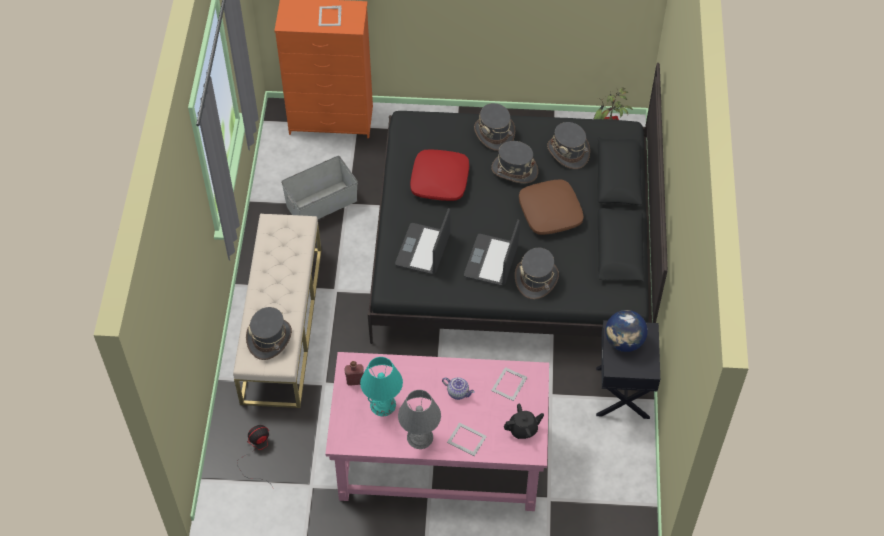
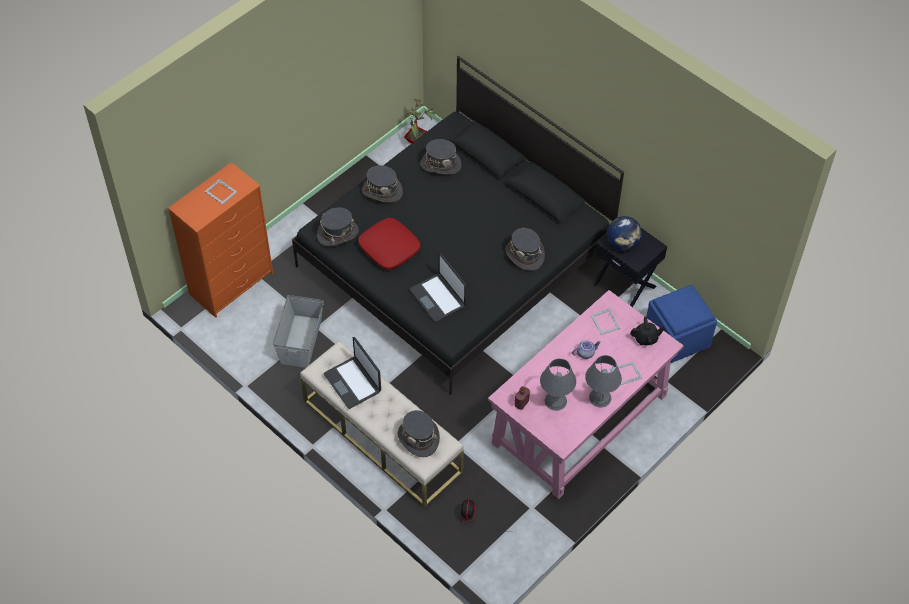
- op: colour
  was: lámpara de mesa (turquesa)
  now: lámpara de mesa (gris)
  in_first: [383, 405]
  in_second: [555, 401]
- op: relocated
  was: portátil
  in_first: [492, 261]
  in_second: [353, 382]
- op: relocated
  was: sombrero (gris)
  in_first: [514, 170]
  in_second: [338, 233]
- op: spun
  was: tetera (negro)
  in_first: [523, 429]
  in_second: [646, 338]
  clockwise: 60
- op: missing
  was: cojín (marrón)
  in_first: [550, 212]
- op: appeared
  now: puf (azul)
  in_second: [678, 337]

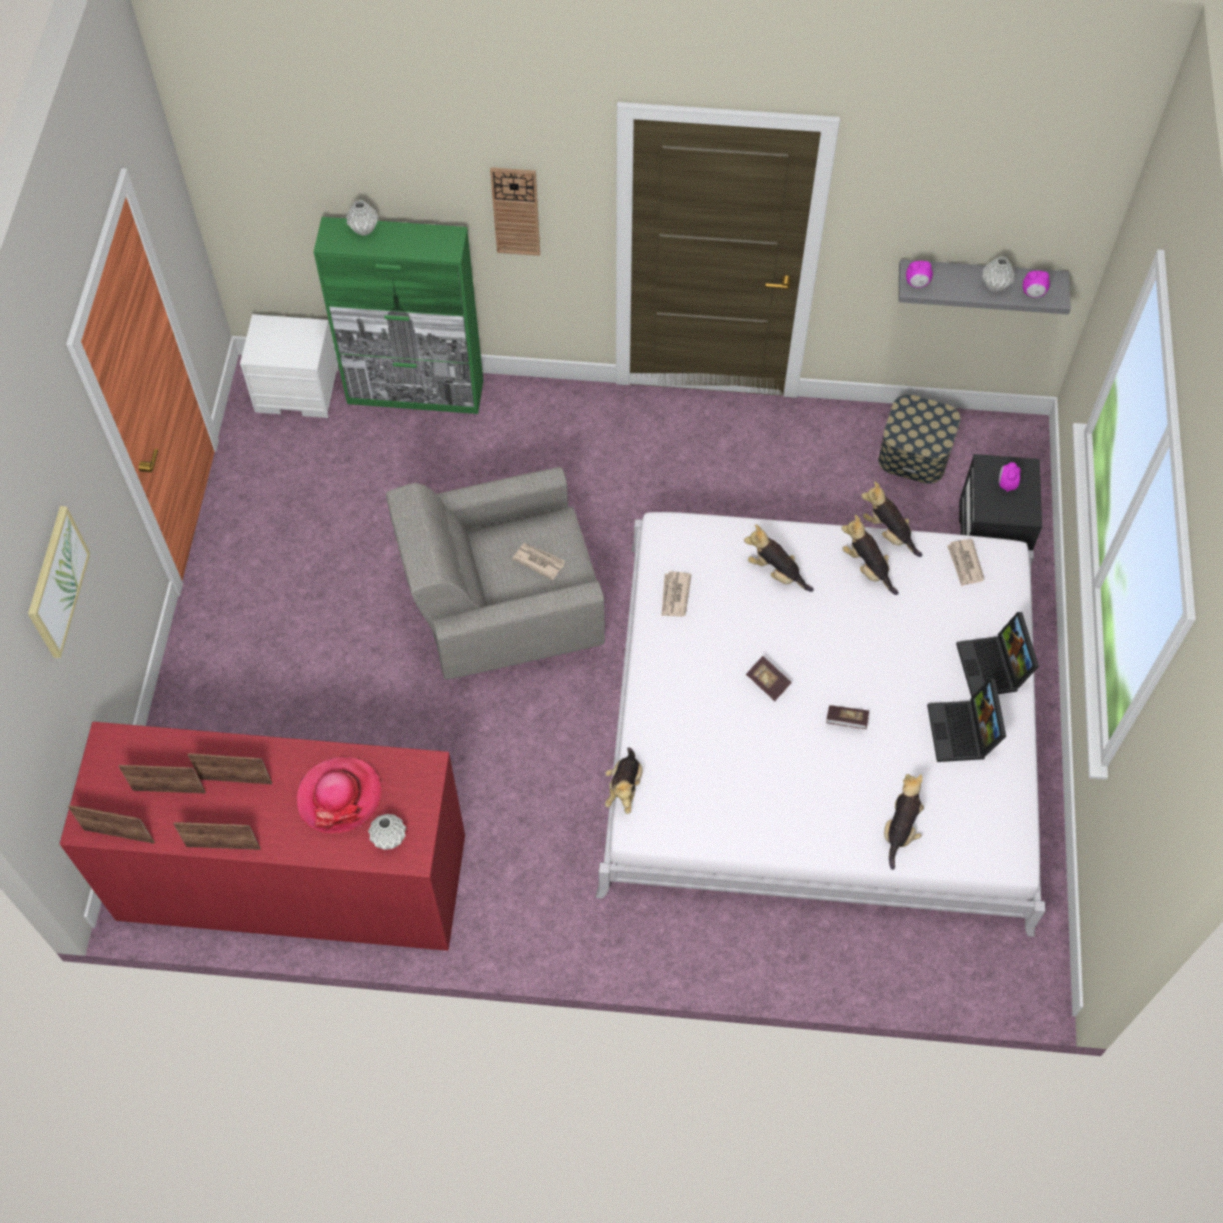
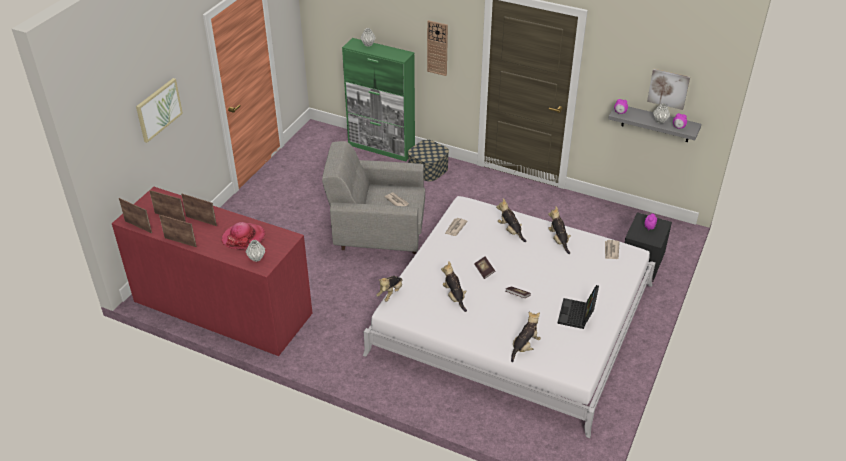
- op: missing
  was: mesita de noche (blanco)
  in_first: [298, 390]
- op: relocated
  was: peluche
  in_first: [888, 533]
  in_second: [454, 297]
- op: relocated
  was: caja de almacenaje
  in_first: [915, 452]
  in_second: [428, 169]
- op: missing
  was: portátil
  in_first: [994, 668]
- op: appeared
  now: cuadro
  in_second: [668, 88]

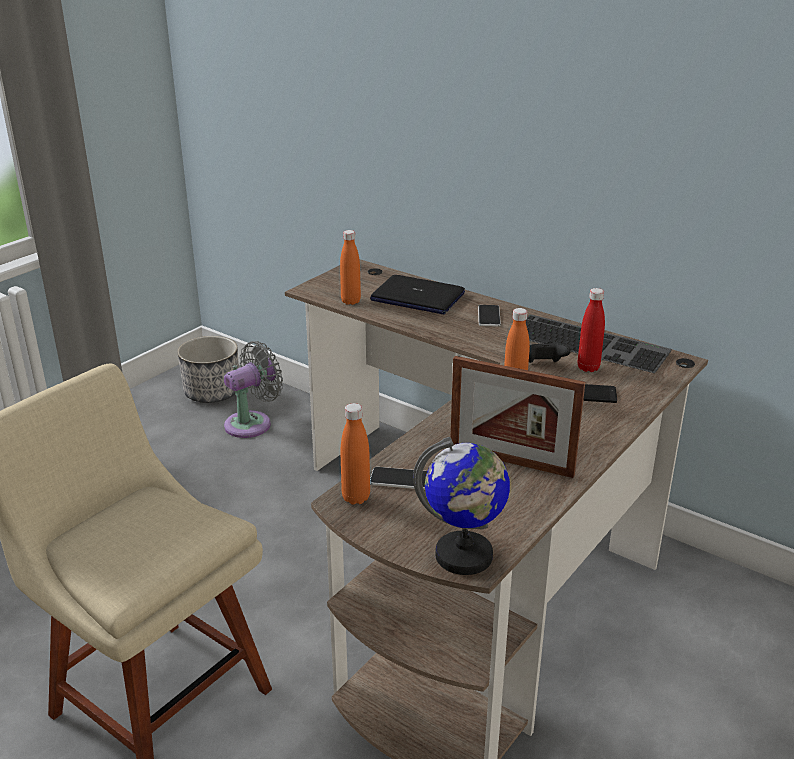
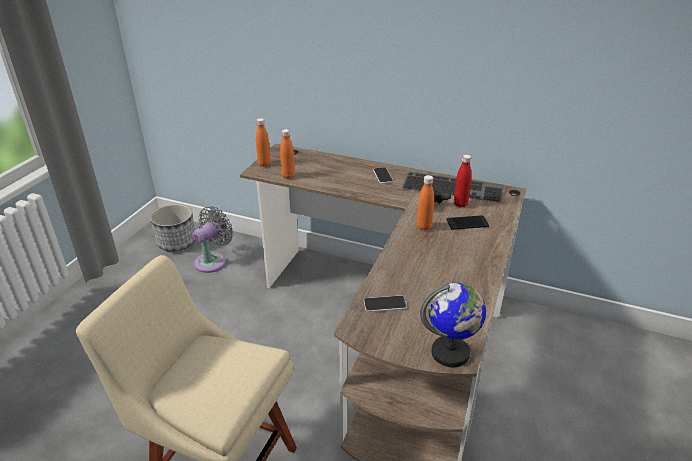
- op: relocated
  was: botella (naranja)
  in_first: [356, 497]
  in_second: [264, 164]
- op: missing
  was: portátil
  in_first: [417, 297]
- op: missing
  was: portarretratos
  in_first: [511, 461]

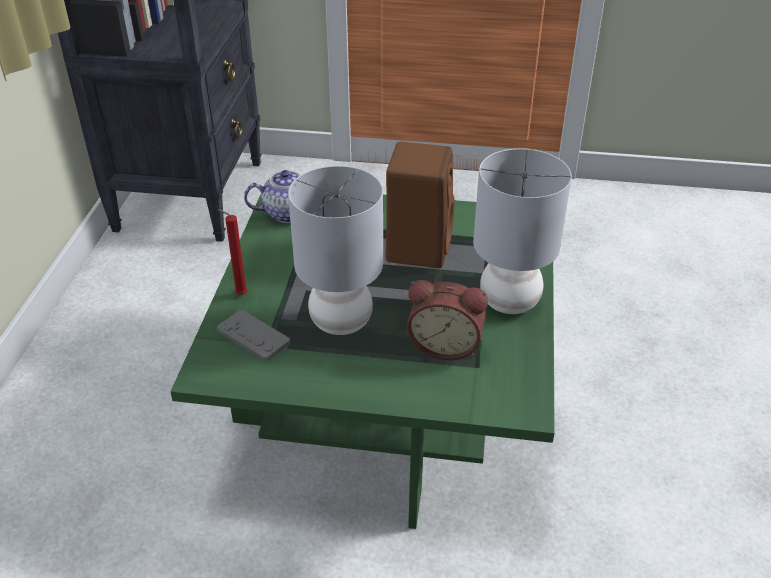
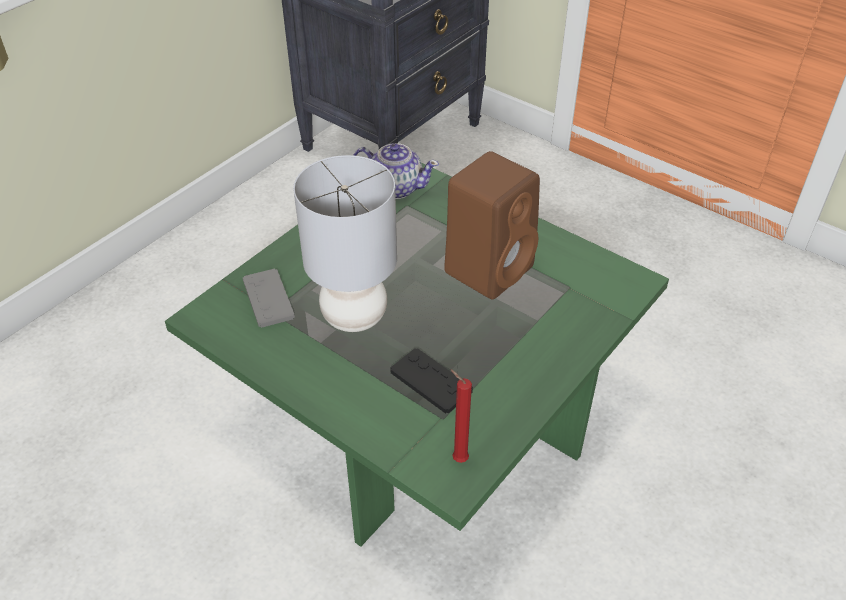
- op: relocated
  was: vela (rojo)
  in_first: [239, 294]
  in_second: [457, 458]
- op: exchanged
  was: despertador
  now: mando de consola (negro)
  in_first: [445, 345]
  in_second: [431, 381]
- op: missing
  was: lámpara de mesa (gris)
  in_first: [508, 301]

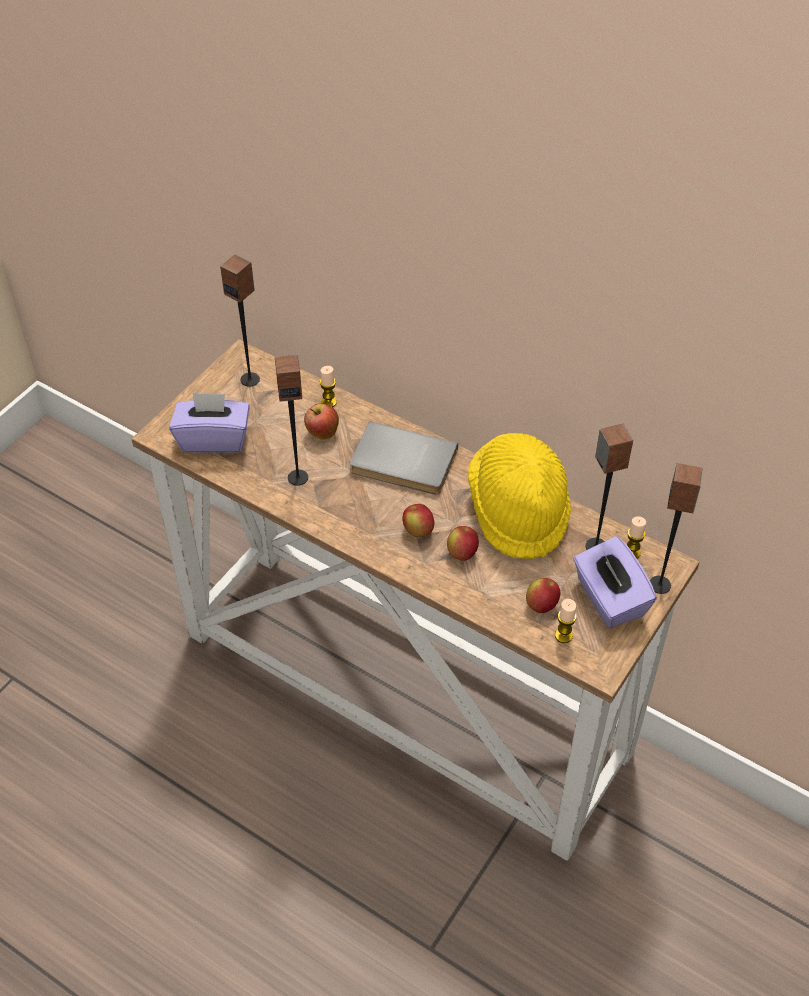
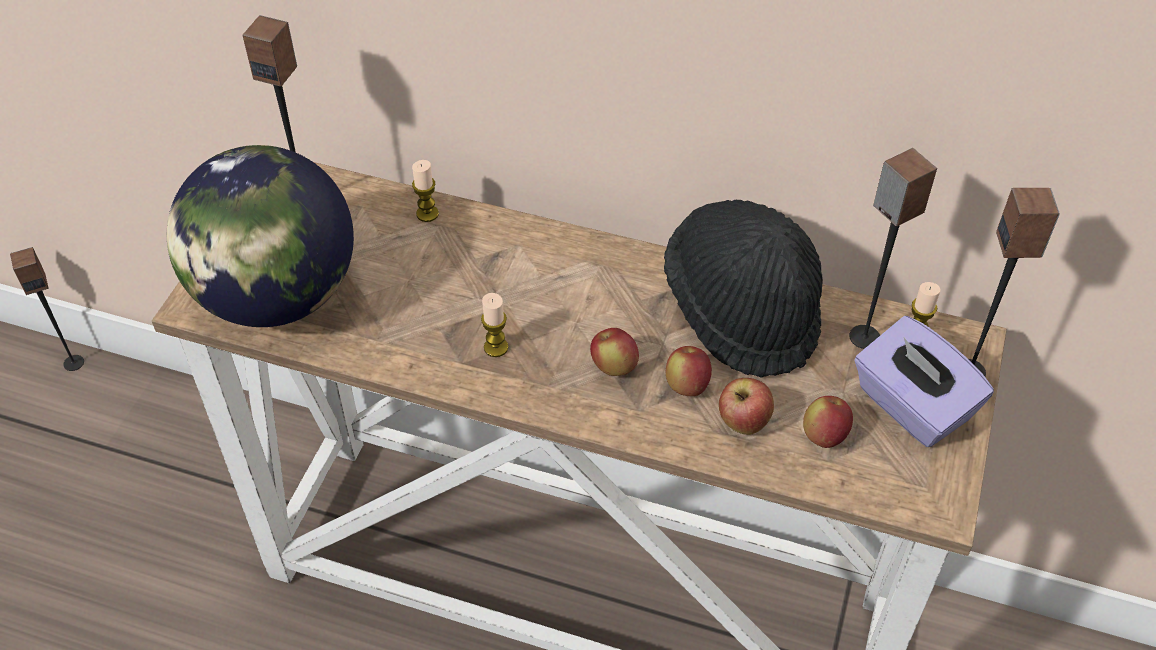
- op: exchanged
  was: caja de pañuelos (morado)
  now: globo terráqueo
  in_first: [214, 439]
  in_second: [276, 296]
- op: relocated
  was: altavoz
  in_first: [298, 477]
  in_second: [73, 362]
- op: relocated
  was: manzana
  in_first: [322, 433]
  in_second: [743, 423]
- op: missing
  was: libro (gris)
  in_first: [402, 463]
- op: colour
  was: sombrero (amarillo)
  now: sombrero (negro)
  in_first: [518, 511]
  in_second: [742, 310]
- op: relocated
  was: vela
  in_first: [563, 635]
  in_second: [496, 347]

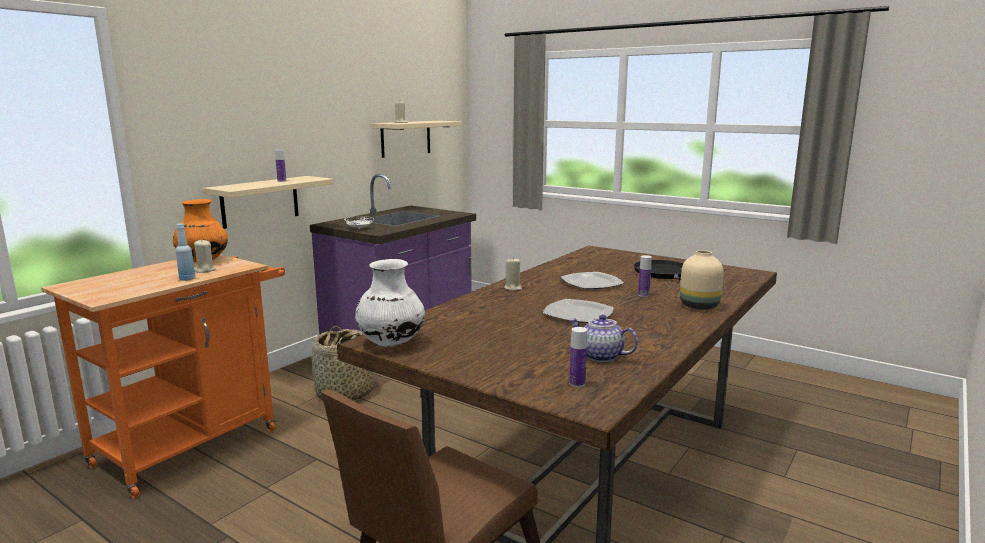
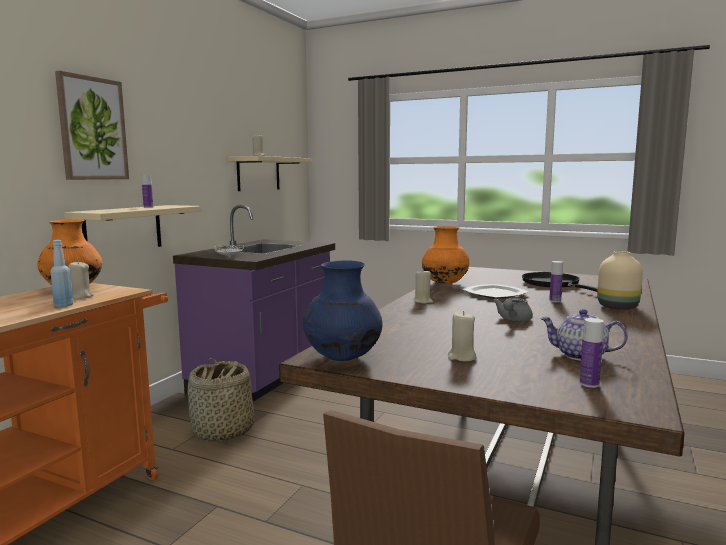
- op: colour
  was: florero (blanco)
  now: florero (azul)
  in_first: [391, 343]
  in_second: [342, 358]
- op: exchanged
  was: plato
  now: tetera (gris)
  in_first: [578, 314]
  in_second: [513, 320]
- op: appeared
  now: cuadro
  in_second: [92, 129]
- op: appeared
  now: florero (naranja)
  in_second: [445, 283]
- op: appeared
  now: vela (beis)
  in_second: [461, 357]

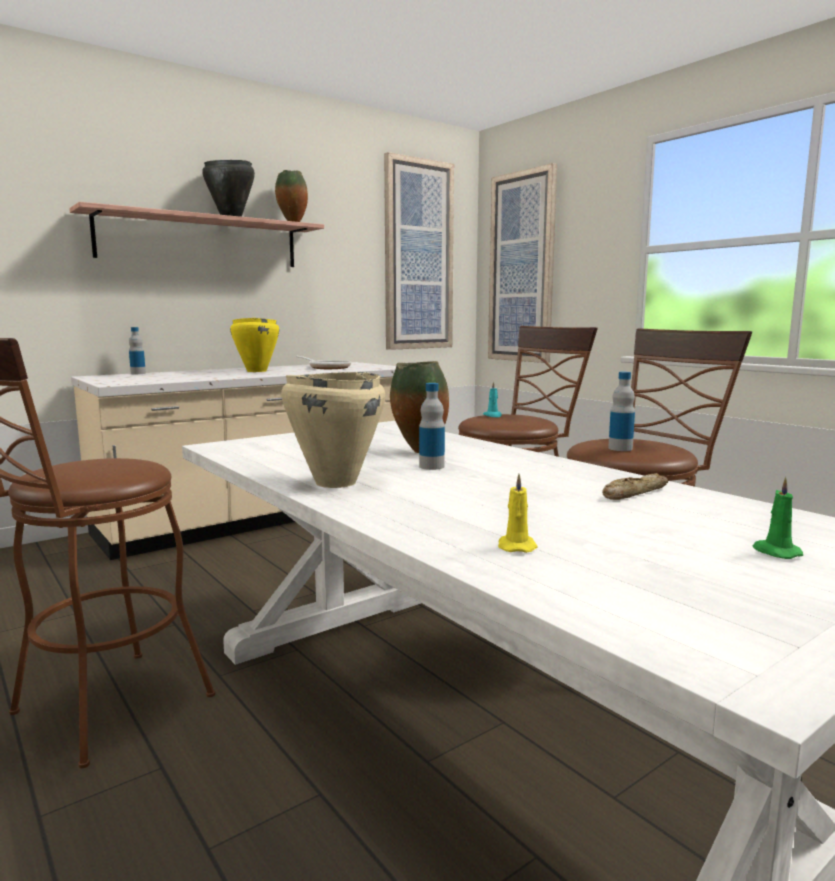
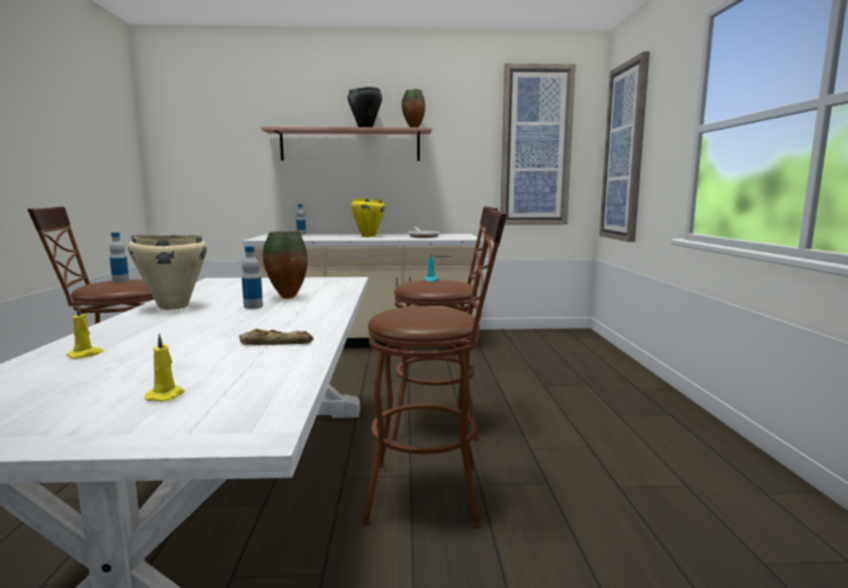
- op: relocated
  was: botella
  in_first: [620, 448]
  in_second: [120, 281]
- op: colour
  was: vela (verde)
  now: vela (amarillo)
  in_first: [775, 552]
  in_second: [166, 395]

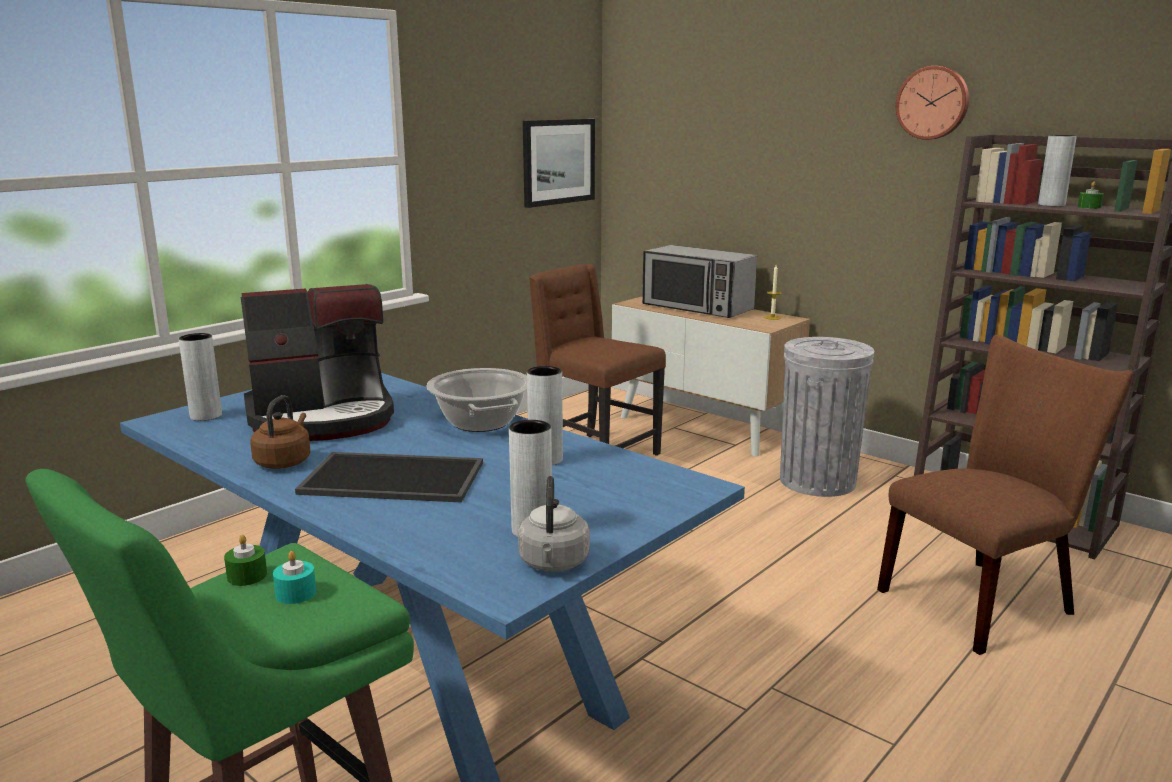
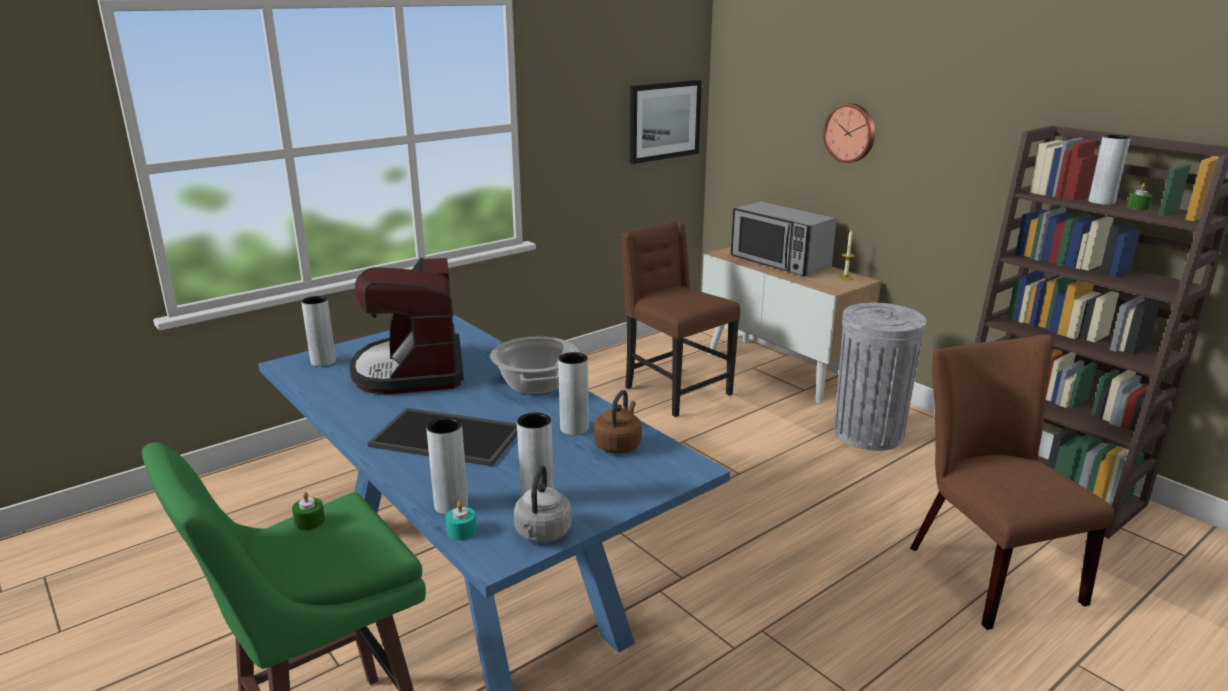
- op: spun
  was: cafetera
  in_first: [323, 418]
  in_second: [411, 370]
  clockwise: 90
- op: relocated
  was: hervidor (marrón)
  in_first: [284, 461]
  in_second: [618, 444]
- op: relocated
  was: vela (turquesa)
  in_first: [296, 593]
  in_second: [461, 531]
- op: spun
  was: silla (marrón)
  in_first: [984, 600]
  in_second: [984, 568]
  clockwise: -90
- op: relocated
  was: reloj de pared
  in_first: [933, 102]
  in_second: [850, 133]
- op: appeared
  now: florero (gris)
  in_second: [451, 505]

